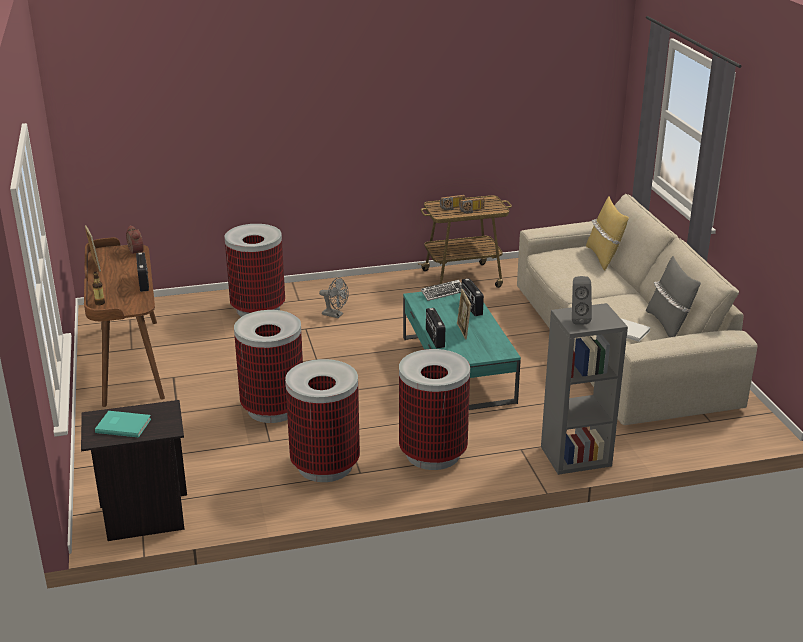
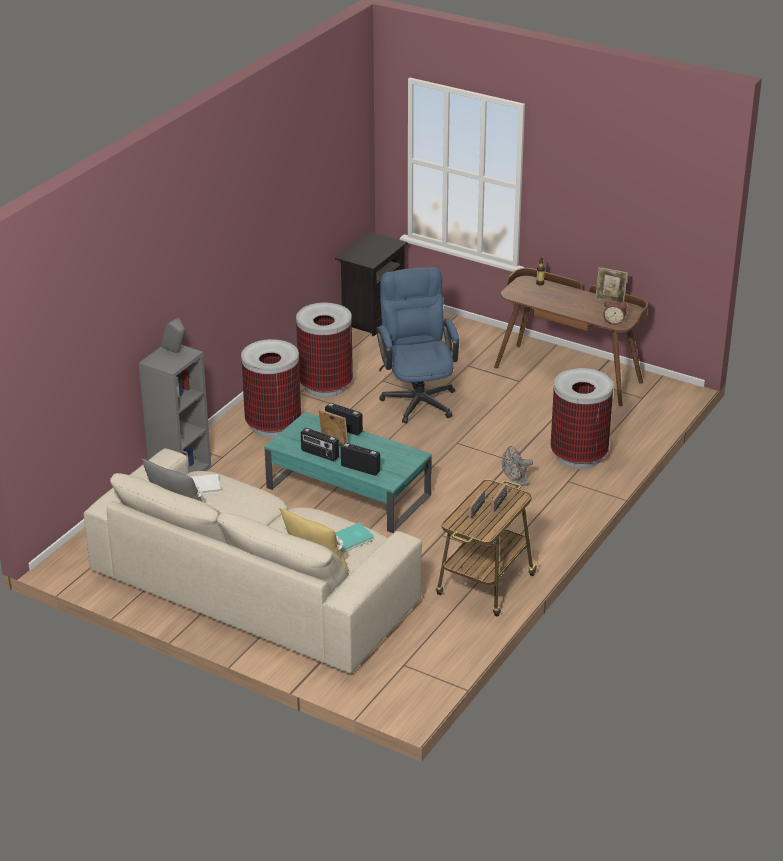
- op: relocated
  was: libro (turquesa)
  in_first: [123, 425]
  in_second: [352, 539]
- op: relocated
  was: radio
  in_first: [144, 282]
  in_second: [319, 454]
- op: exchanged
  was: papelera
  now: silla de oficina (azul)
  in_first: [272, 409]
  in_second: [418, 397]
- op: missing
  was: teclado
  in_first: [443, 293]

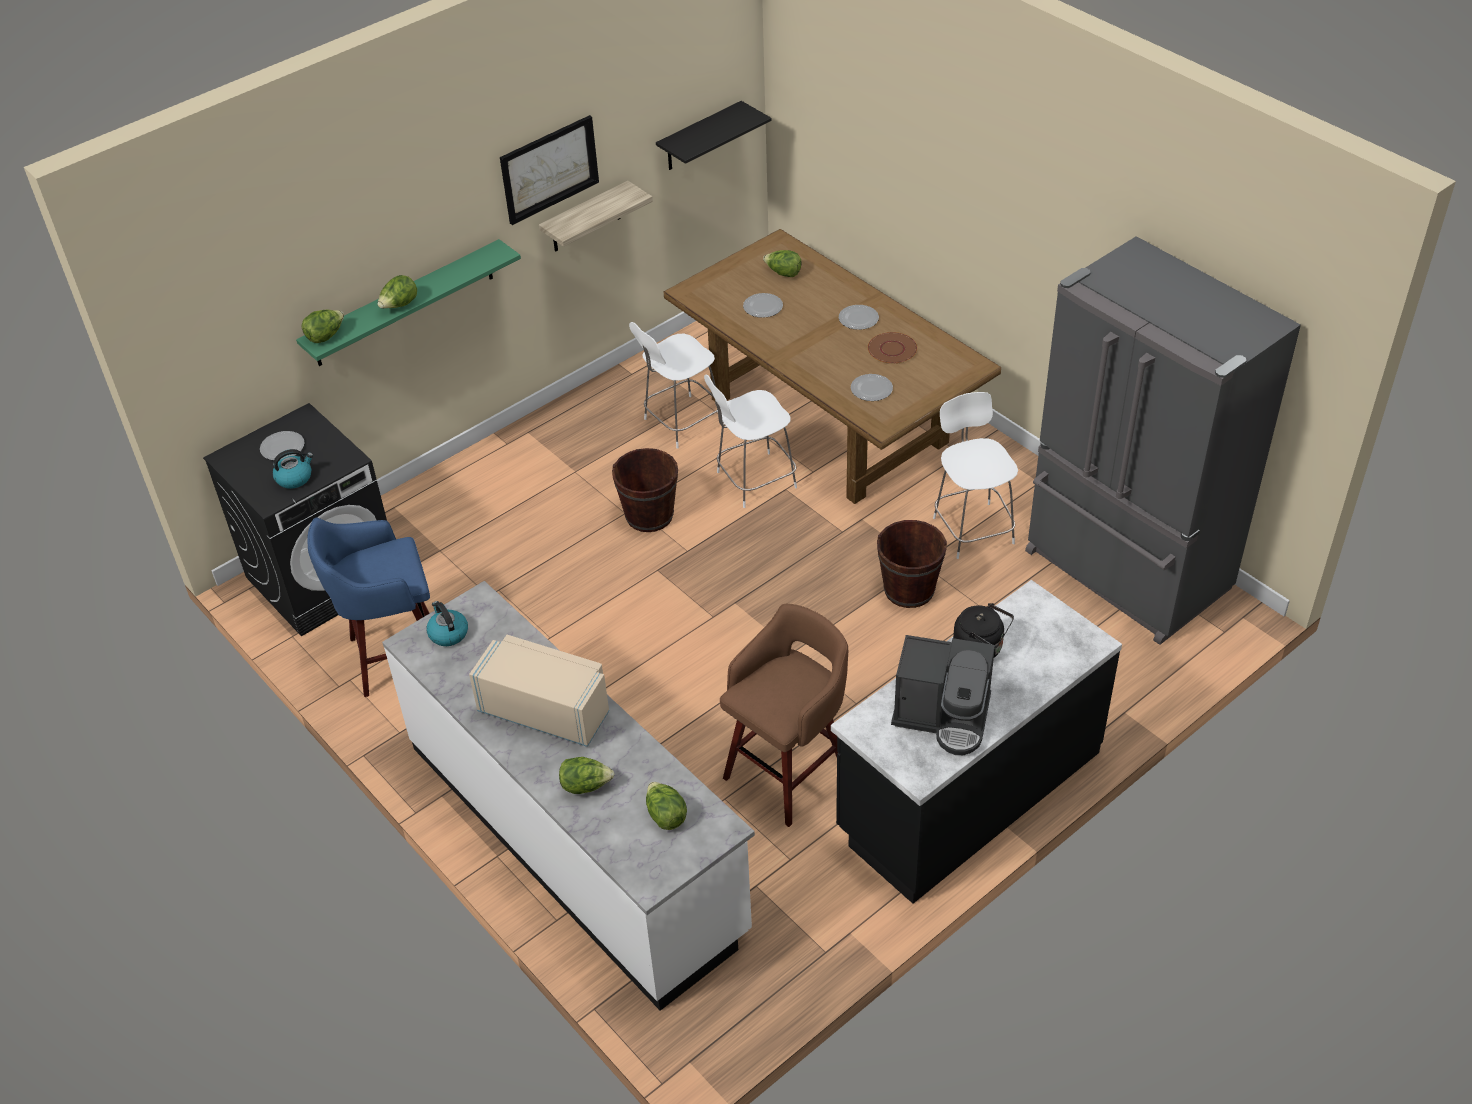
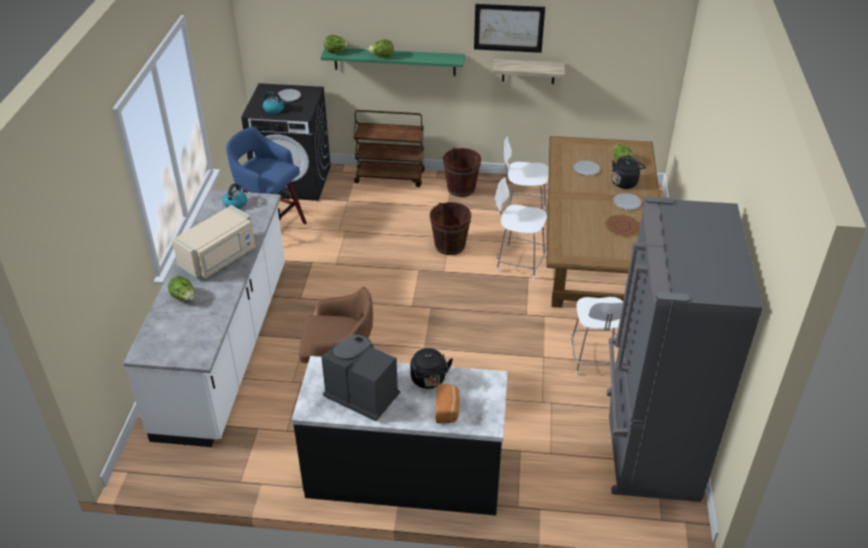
- op: spun
  was: microondas (beis)
  in_first: [546, 709]
  in_second: [220, 258]
  clockwise: 60
- op: missing
  was: lechuga
  in_first: [665, 815]
- op: missing
  was: estante (negro)
  in_first: [699, 137]
- op: missing
  was: plato
  in_first: [871, 389]
- op: relocated
  was: cubo (marrón)
  in_first: [909, 590]
  in_second: [461, 189]
- op: spun
  was: cafetera
  in_first: [943, 716]
  in_second: [361, 394]
  clockwise: 150
- op: spun
  was: silla (blanco)
  in_first: [972, 528]
  in_second: [594, 360]
  clockwise: 150
- op: appeared
  now: carrito (marrón)
  in_second: [390, 177]
- op: appeared
  now: pan
  in_second: [447, 410]
- op: appeared
  now: hervidor (negro)
  in_second: [625, 182]

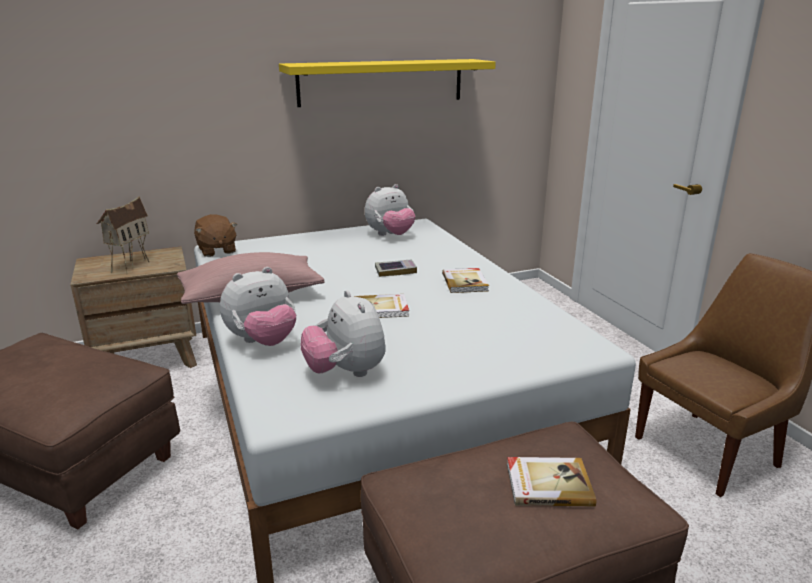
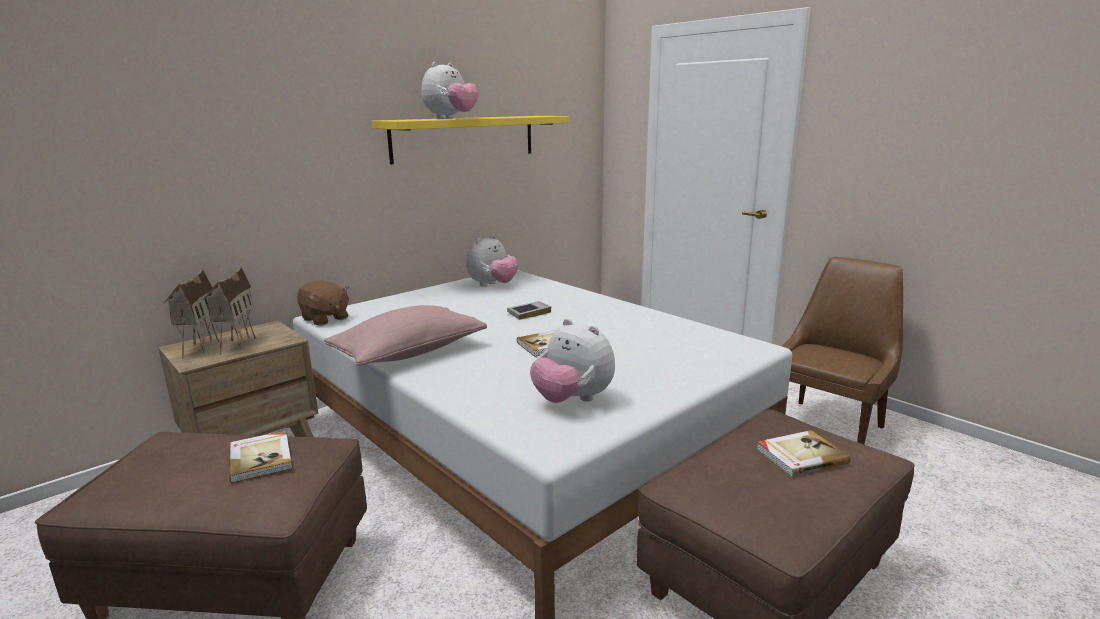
- op: relocated
  was: peluche
  in_first: [263, 342]
  in_second: [451, 118]
- op: relocated
  was: libro
  in_first: [465, 282]
  in_second: [262, 458]
- op: appeared
  now: casita
  in_second: [199, 348]

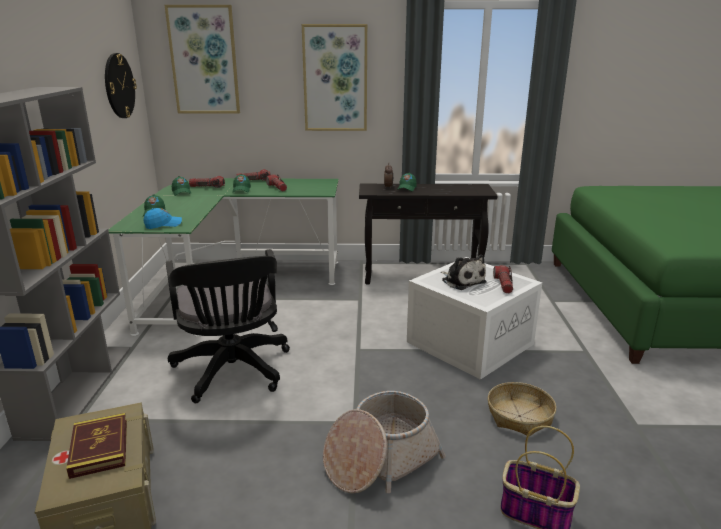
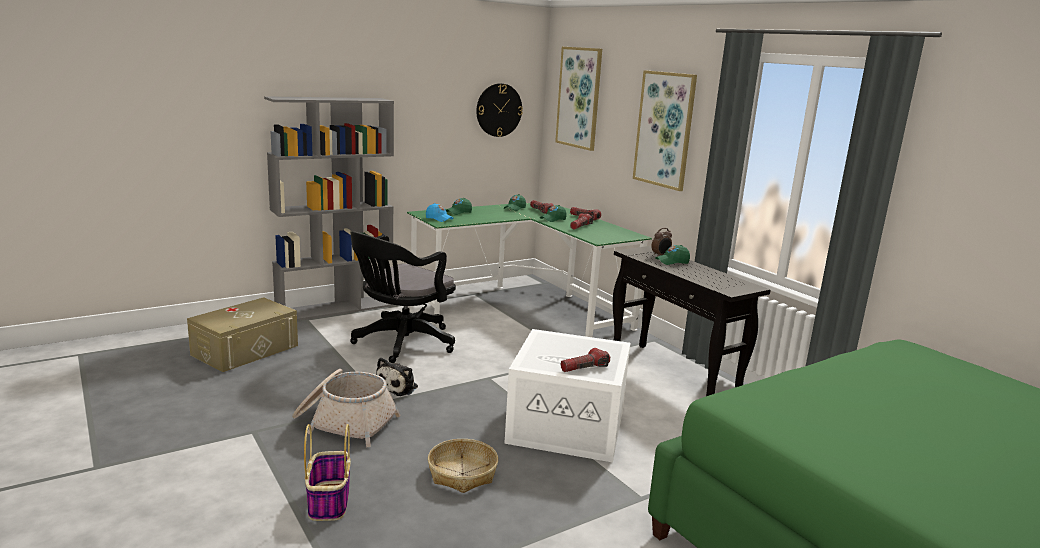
- op: missing
  was: libro
  in_first: [99, 448]
- op: relocated
  was: peluche
  in_first: [462, 281]
  in_second: [398, 387]

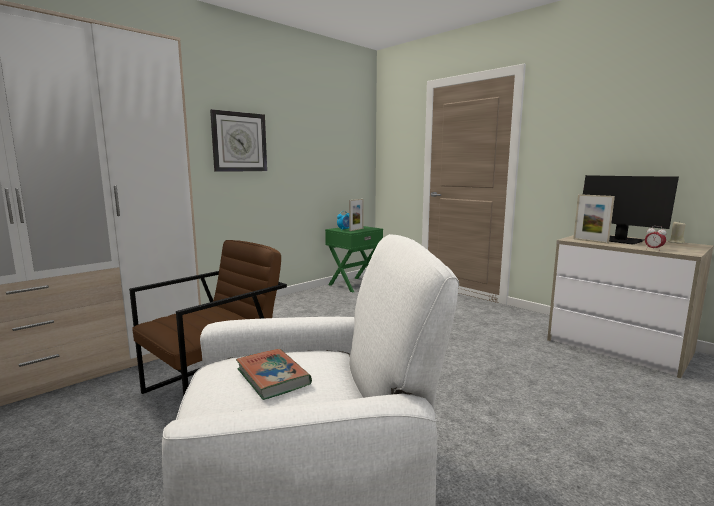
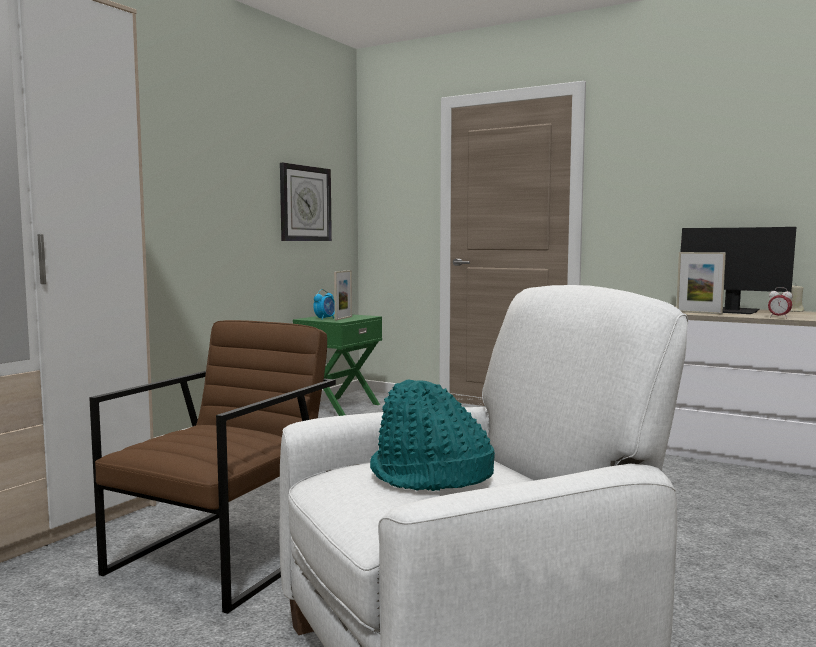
- op: relocated
  was: reloj de pared
  in_first: [239, 142]
  in_second: [305, 203]
- op: exchanged
  was: libro
  now: sombrero (turquesa)
  in_first: [273, 377]
  in_second: [429, 477]

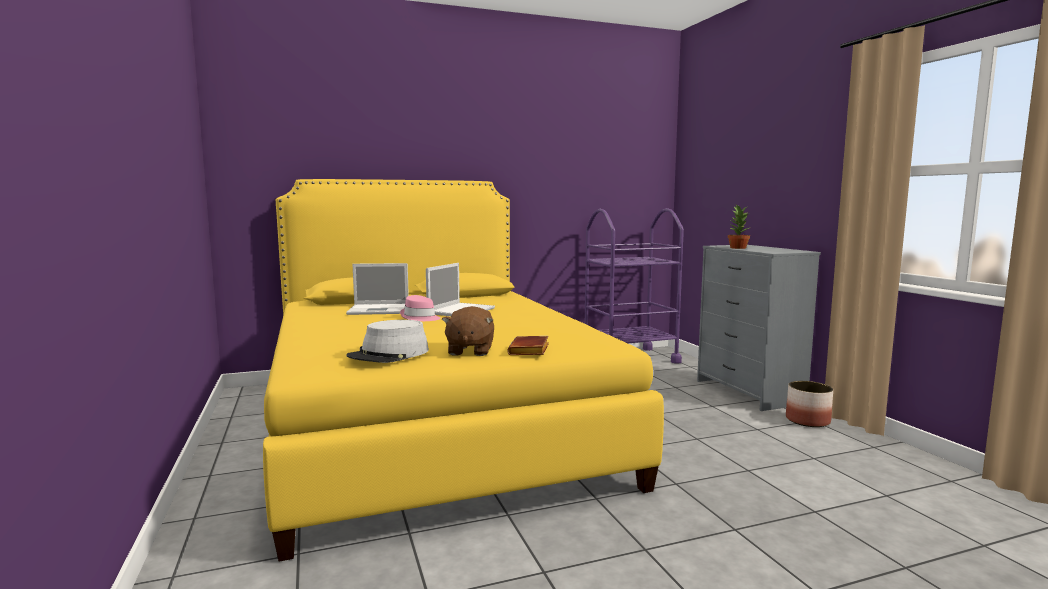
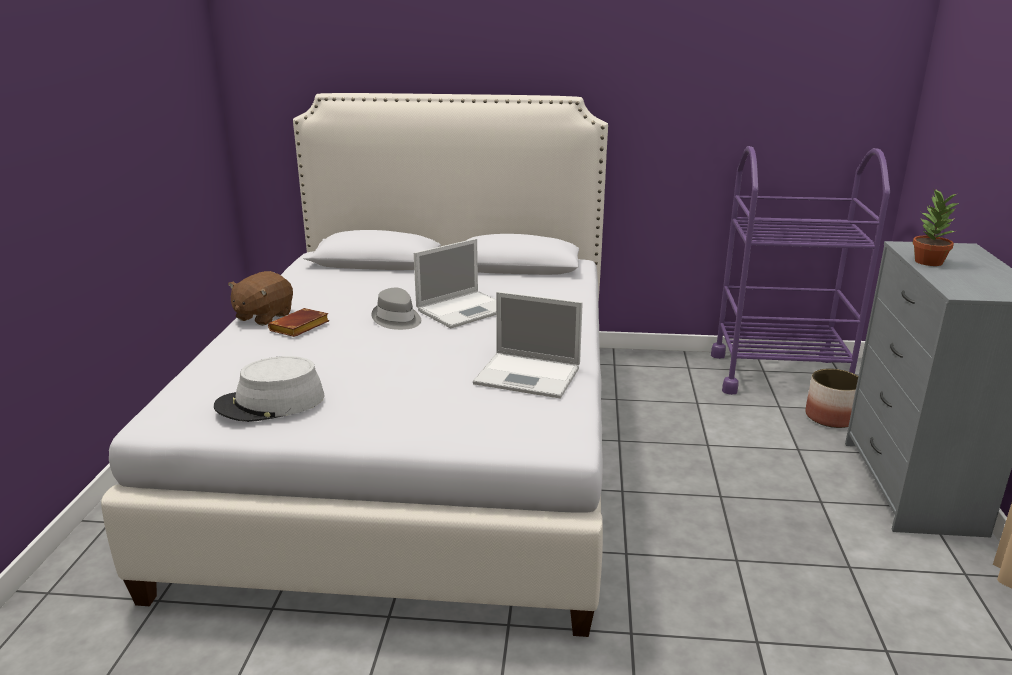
- op: colour
  was: cama (amarillo)
  now: cama (blanco)
  in_first: [432, 426]
  in_second: [418, 447]
- op: relocated
  was: portátil
  in_first: [380, 310]
  in_second: [529, 376]
- op: colour
  was: sombrero (rosa)
  now: sombrero (gris)
  in_first: [420, 317]
  in_second: [397, 319]
- op: relocated
  was: peluche (marrón)
  in_first: [469, 351]
  in_second: [263, 316]
- op: relocated
  was: libro (marrón)
  in_first: [530, 351]
  in_second: [299, 328]
- op: relocated
  was: maceta
  in_first: [808, 421]
  in_second: [831, 417]

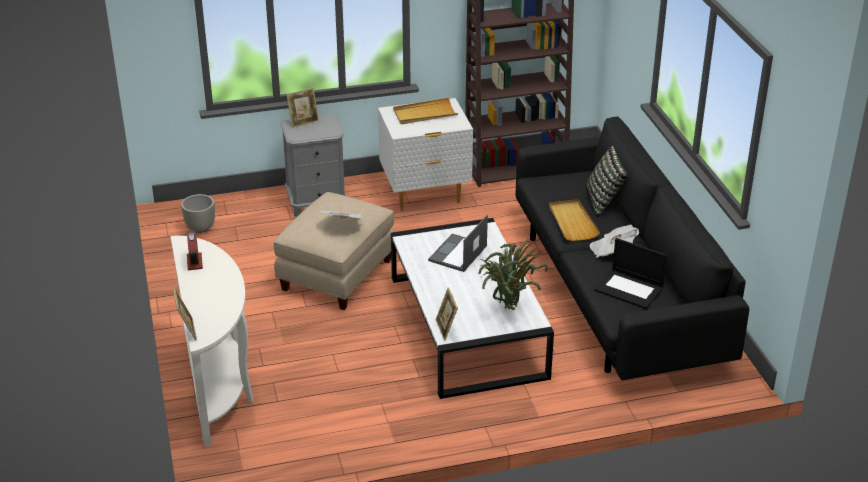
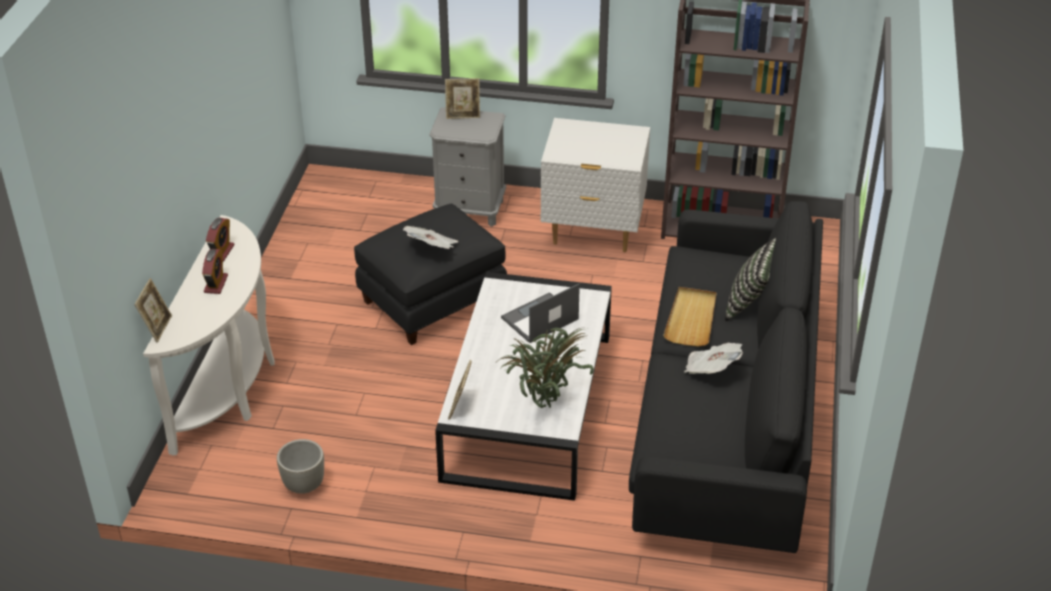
- op: relocated
  was: maceta (gris)
  in_first: [200, 228]
  in_second: [304, 485]
- op: colour
  was: puf (beis)
  now: puf (negro)
  in_first: [336, 274]
  in_second: [432, 300]
- op: missing
  was: bandeja (beis)
  in_first: [425, 114]
- op: missing
  was: portátil
  in_first: [630, 289]
- op: appeared
  now: despertador
  in_second: [216, 284]

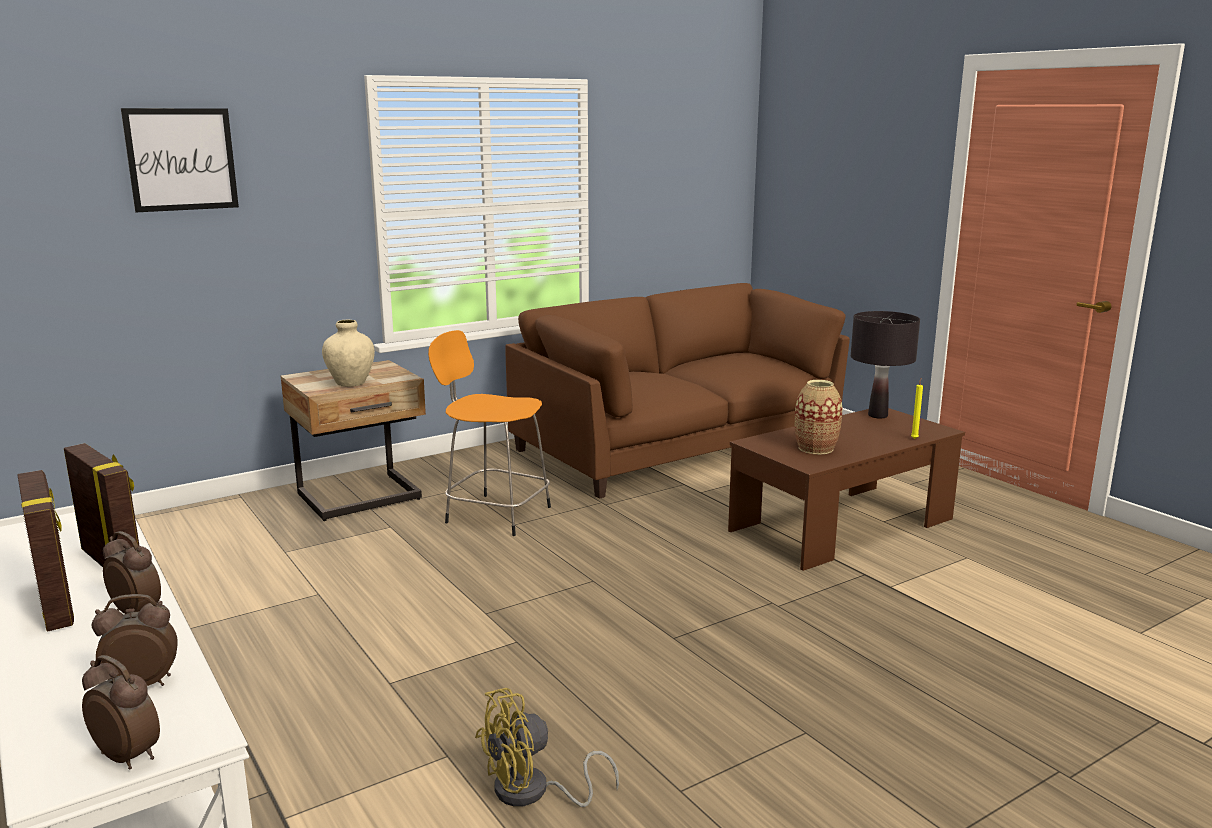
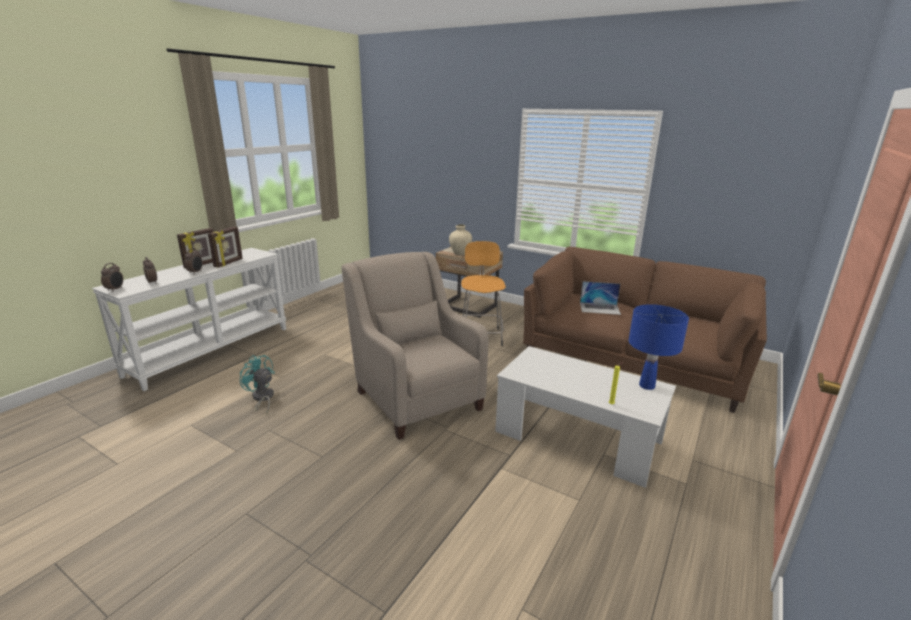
- op: missing
  was: cuadro
  in_first: [181, 159]
- op: colour
  was: ventilador (amarillo)
  now: ventilador (turquesa)
  in_first: [533, 793]
  in_second: [262, 398]
- op: colour
  was: mesa de centro (marrón)
  now: mesa de centro (blanco)
  in_first: [842, 525]
  in_second: [577, 437]
- op: missing
  was: florero
  in_first: [816, 448]
- op: colour
  was: lámpara de mesa (negro)
  now: lámpara de mesa (azul)
  in_first: [878, 416]
  in_second: [646, 386]
- op: appeared
  now: sillón (beis)
  in_second: [416, 397]
- op: appeared
  now: portátil
  in_second: [599, 308]

